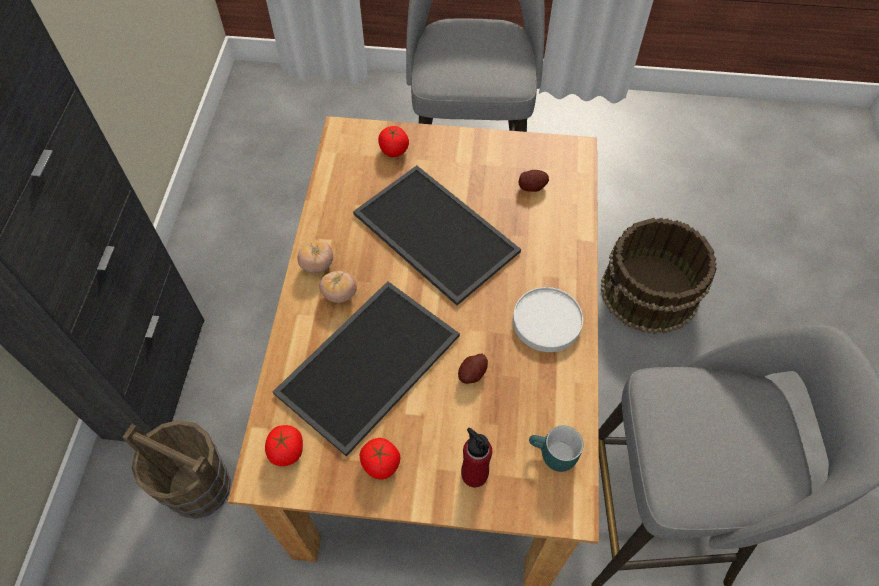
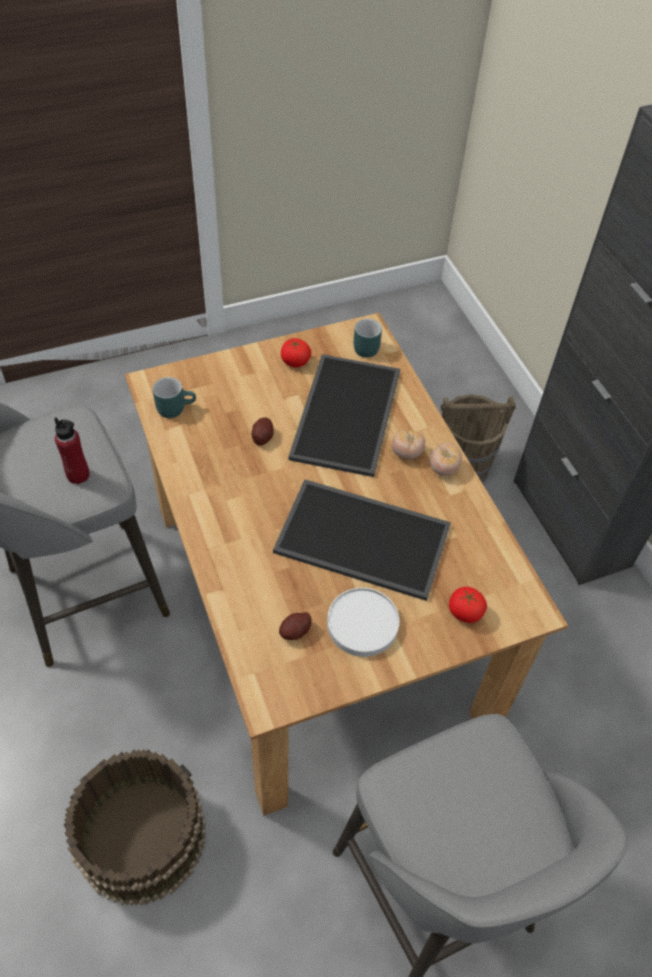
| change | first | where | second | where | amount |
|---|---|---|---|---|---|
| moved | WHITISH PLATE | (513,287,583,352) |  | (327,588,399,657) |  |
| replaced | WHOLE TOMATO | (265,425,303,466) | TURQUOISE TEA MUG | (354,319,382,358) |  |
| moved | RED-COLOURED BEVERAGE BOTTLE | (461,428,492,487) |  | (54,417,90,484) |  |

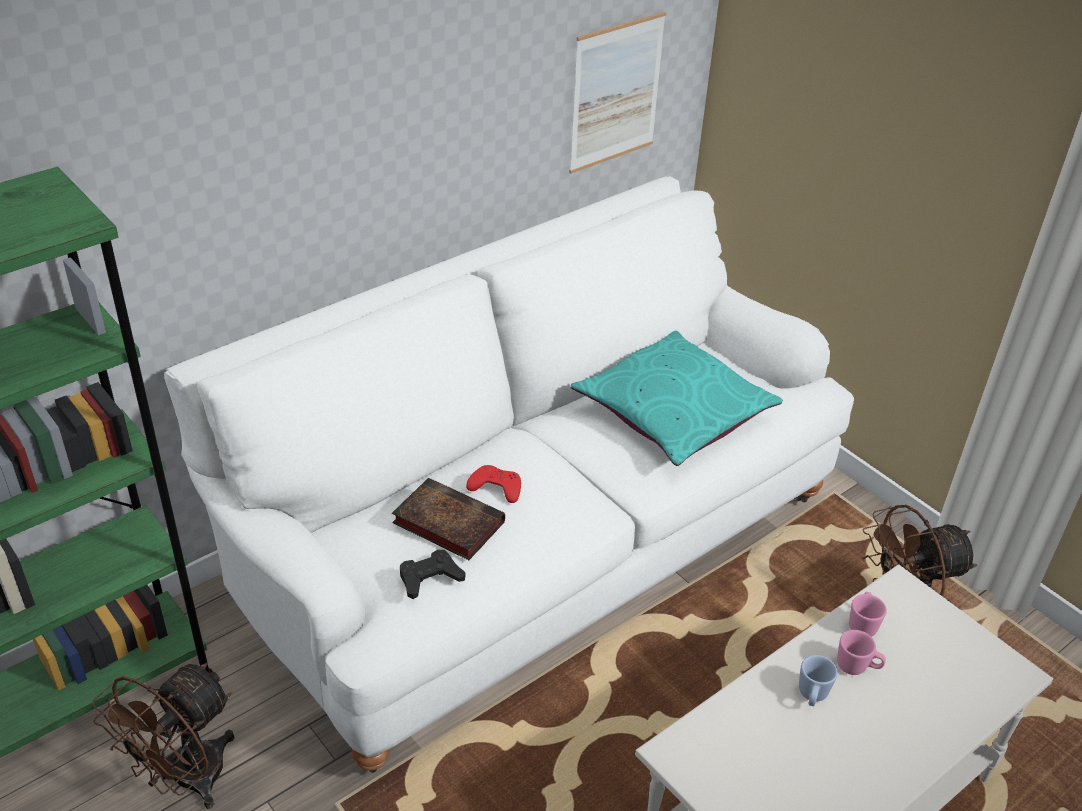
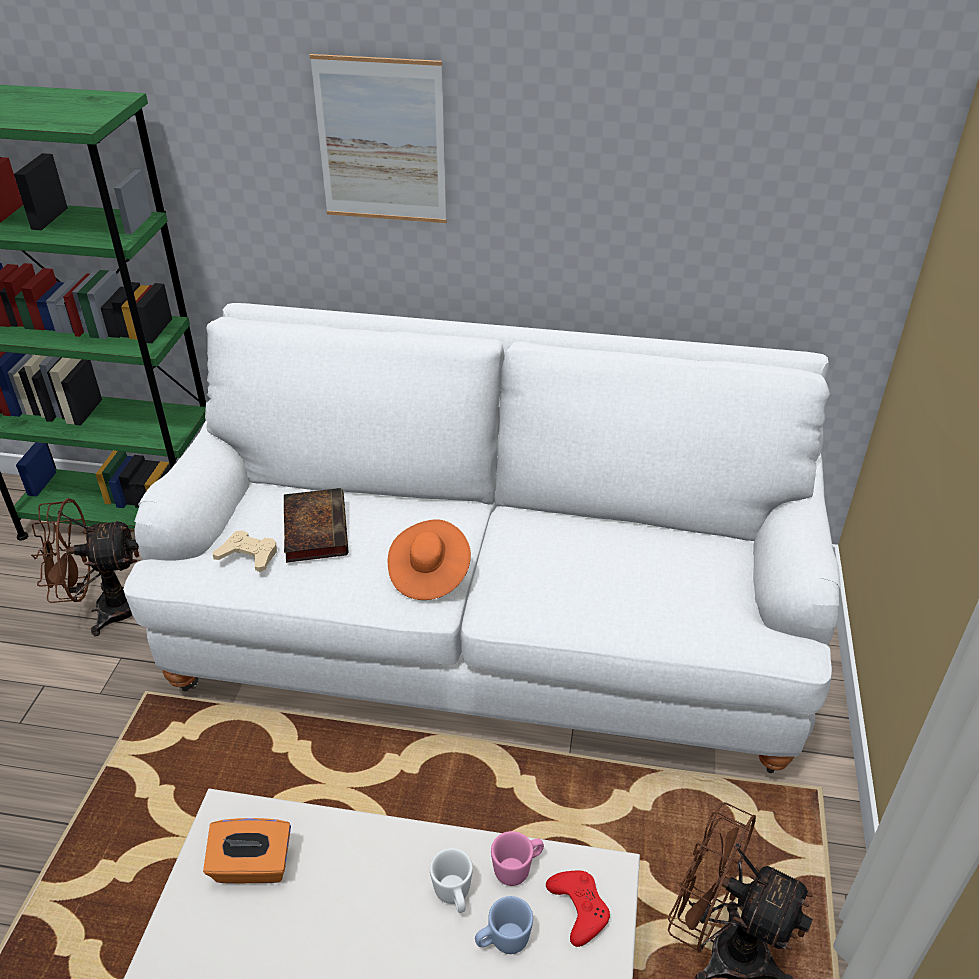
| change | first | where | second | where | amount |
|---|---|---|---|---|---|
| moved | PICTURE | (569,12,667,174) |  | (310,54,447,223) |  |
| removed | TURQUOISE PILLOW | (571,330,783,466) |  |  |  |
| moved | RED-COLOURED JOYPAD | (466,465,521,503) |  | (546,871,610,947) |  |
| recoloured | BLACK-COLOURED JOYPAD | (400,550,466,599) | BEIGE JOYPAD | (213,531,277,572) |  |
| recoloured | PINK TEA MUG | (837,630,886,675) | WHITISH TEA MUG | (430,848,473,913) |  |
| moved | BLUE-COLOURED TEA MUG | (799,655,838,706) |  | (475,896,533,954) |  |
| added |  |  | ORANGE HAT | (388,519,471,600) |  |
| added |  |  | ORANGE BOX OF TISSUES | (203,818,291,884) |  |

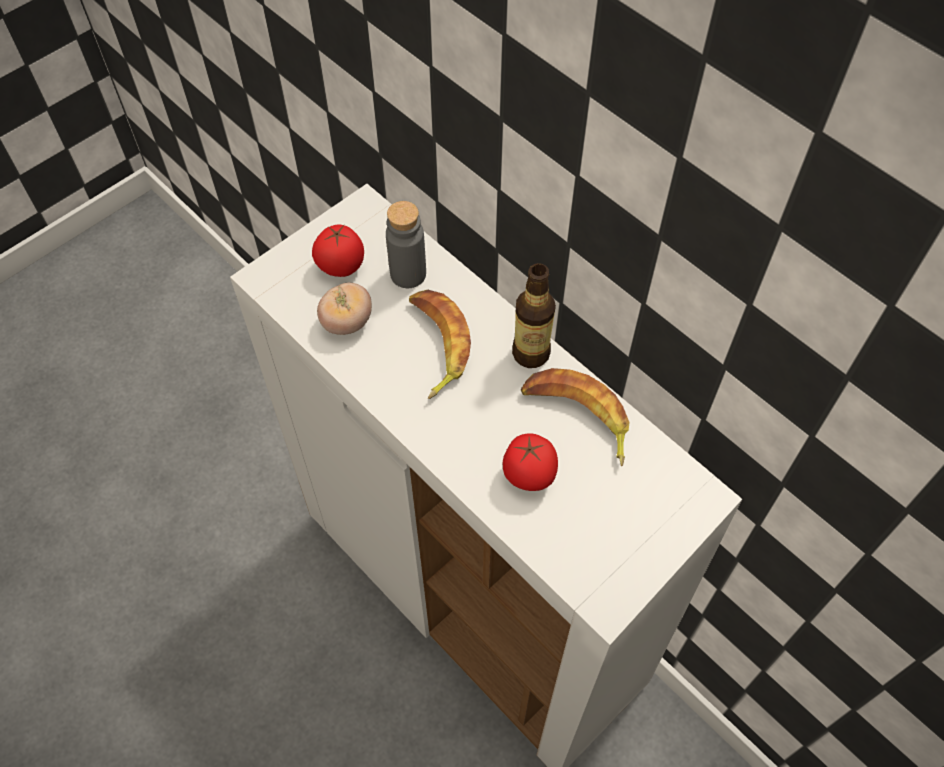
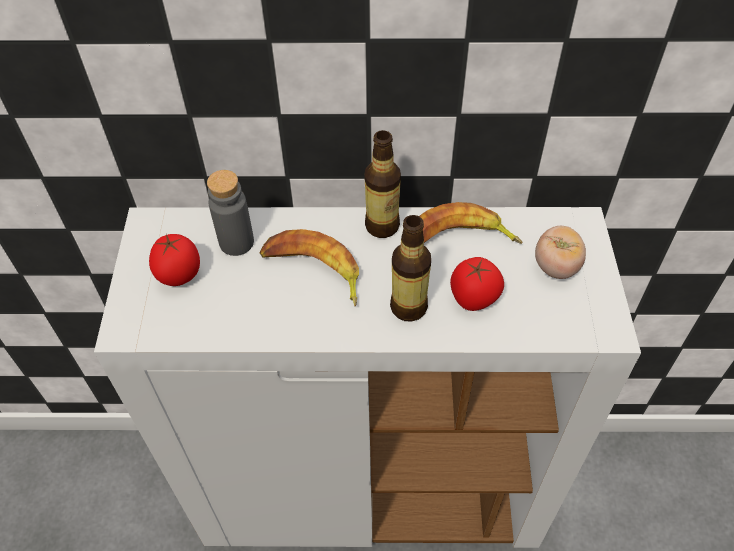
| change | first | where | second | where | amount |
|---|---|---|---|---|---|
| moved | WHOLE TOMATO | (317,283,372,335) |  | (535,226,586,279) |  |
| added |  |  | BEVERAGE BOTTLE | (390,215,431,322) |  |

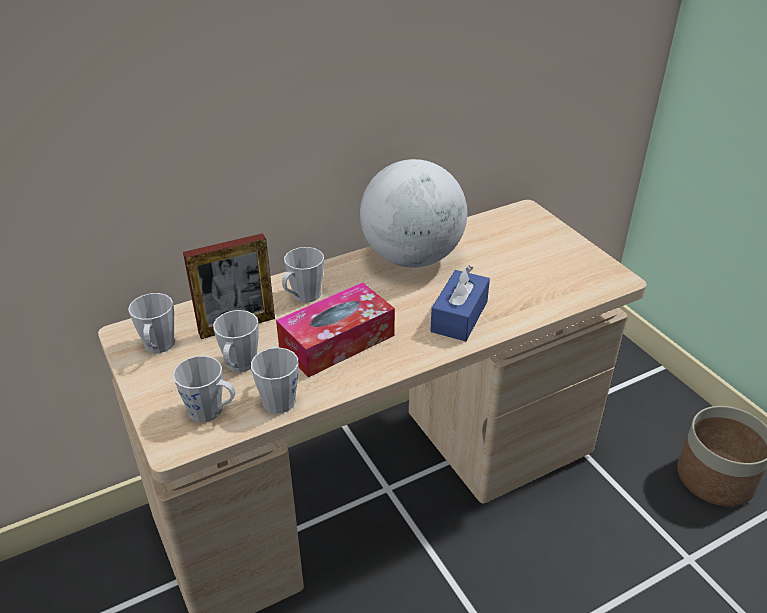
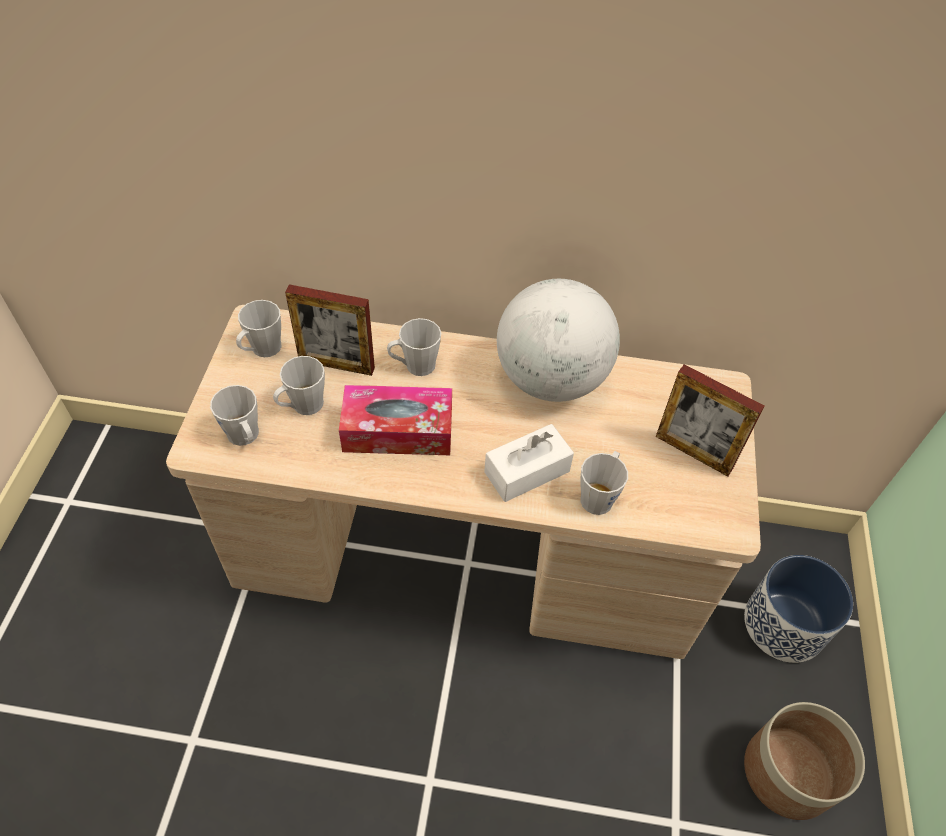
| change | first | where | second | where | amount |
|---|---|---|---|---|---|
| recoloured | BLUE-COLOURED BOX OF TISSUES | (430,265,490,341) | WHITISH BOX OF TISSUES | (484,424,574,502) |  |
| moved | GREY TEA MUG | (251,346,299,414) |  | (580,451,628,515) |  |
| added |  |  | PHOTO FRAME | (656,364,764,477) |  |
| added |  |  | PLANT POT | (744,555,853,663) |  |

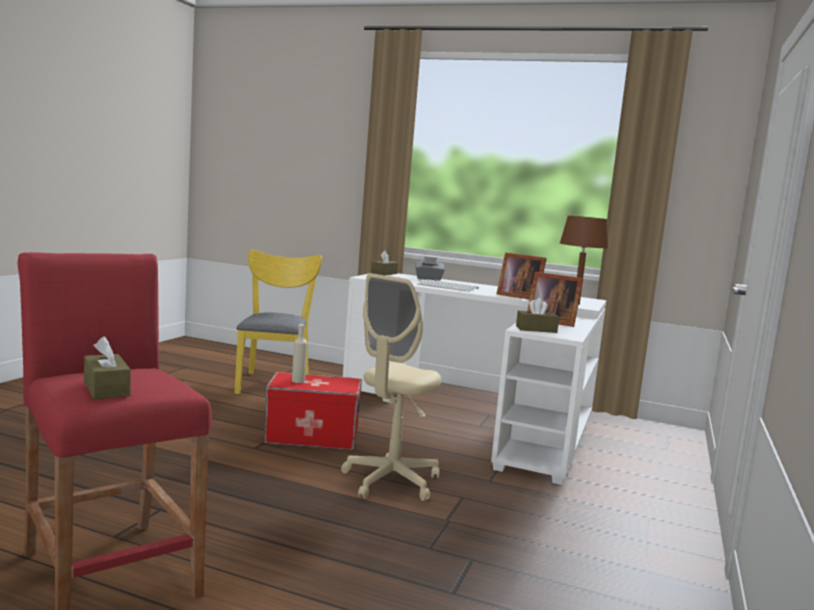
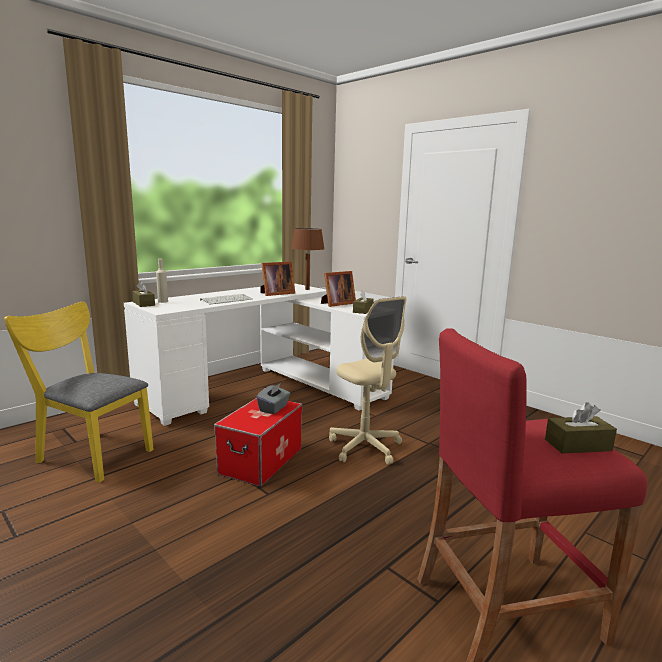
| change | first | where | second | where | amount |
|---|---|---|---|---|---|
| moved | GREY BOX OF TISSUES | (415,256,445,280) |  | (256,383,290,414) |  |
| moved | BEIGE BEVERAGE BOTTLE | (292,324,307,383) |  | (156,259,168,303) |  |

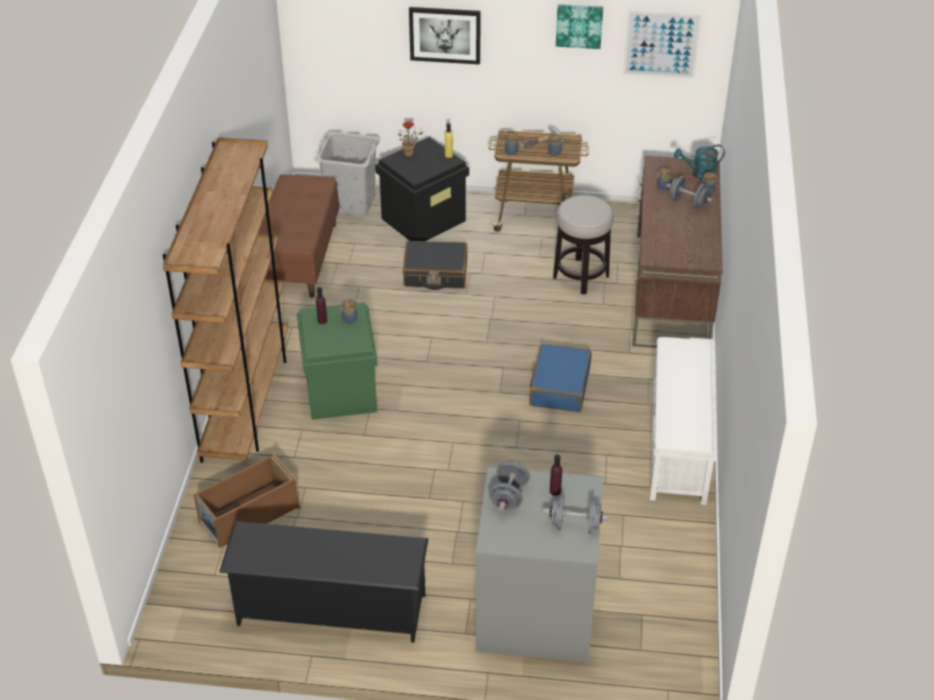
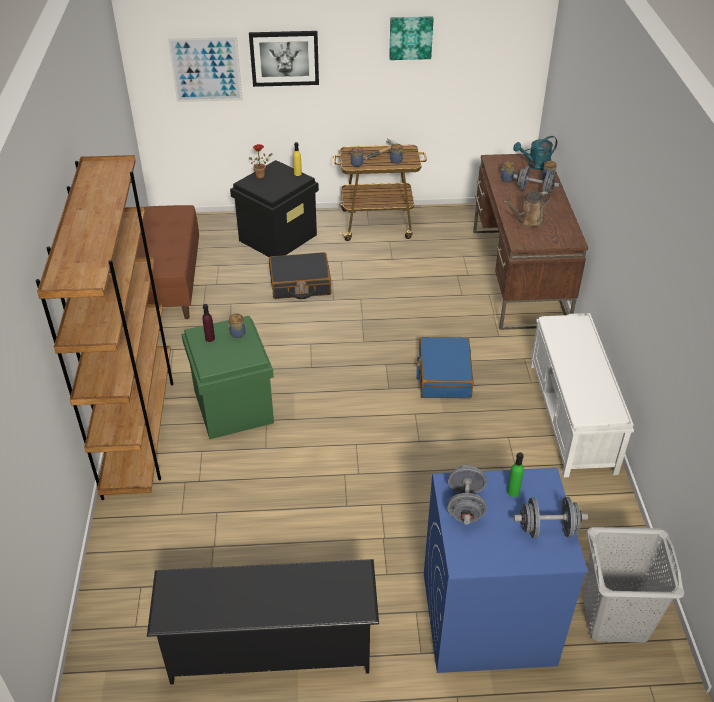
| change | first | where | second | where | amount |
|---|---|---|---|---|---|
| moved | PICTURE | (623,10,702,79) |  | (168,36,243,102) |  |
| moved | GREY WASHING BASKET | (315,131,380,217) |  | (583,527,684,643) |  |
| removed | SITTING STOOL | (553,195,614,294) |  |  |  |
| removed | BROWNISH STORAGE CONTAINER | (194,452,300,548) |  |  |  |
| recoloured | PURPLE-COLOURED BEVERAGE BOTTLE | (550,454,562,496) | GREEN-COLOURED BEVERAGE BOTTLE | (507,452,524,497) |  |
| recoloured | GREY LAUNDRY APPLIANCE | (475,467,603,662) | BLUE-COLOURED LAUNDRY APPLIANCE | (424,468,588,673) |  |
| added |  |  | BROWNISH WATERING CAN | (503,191,551,227) |  |

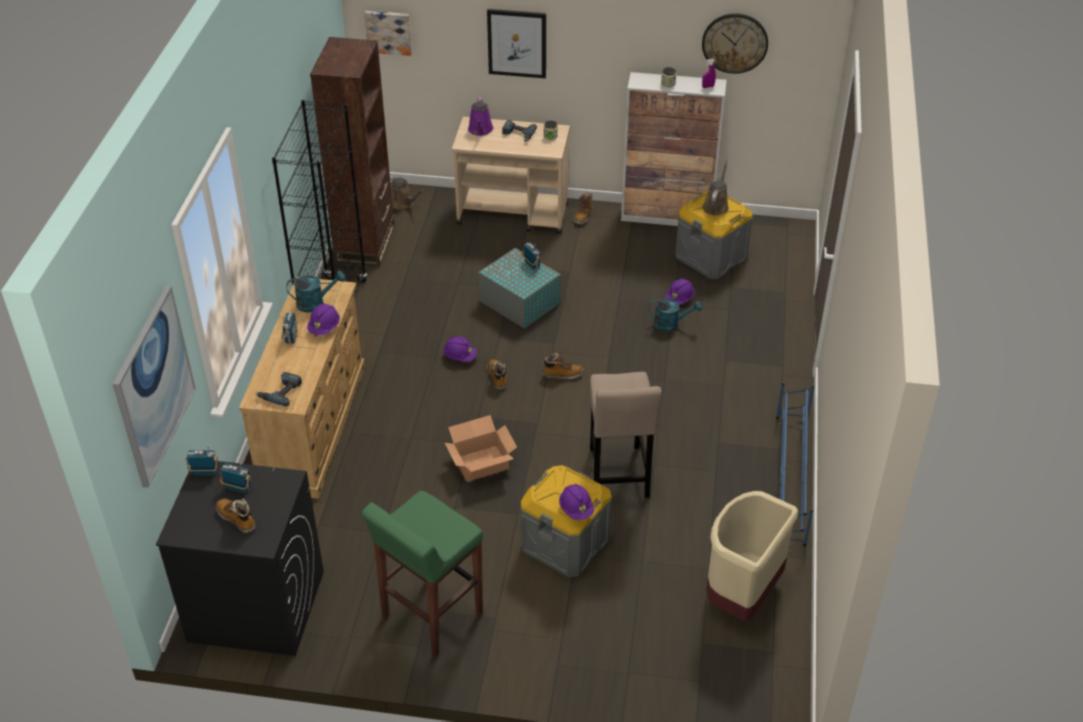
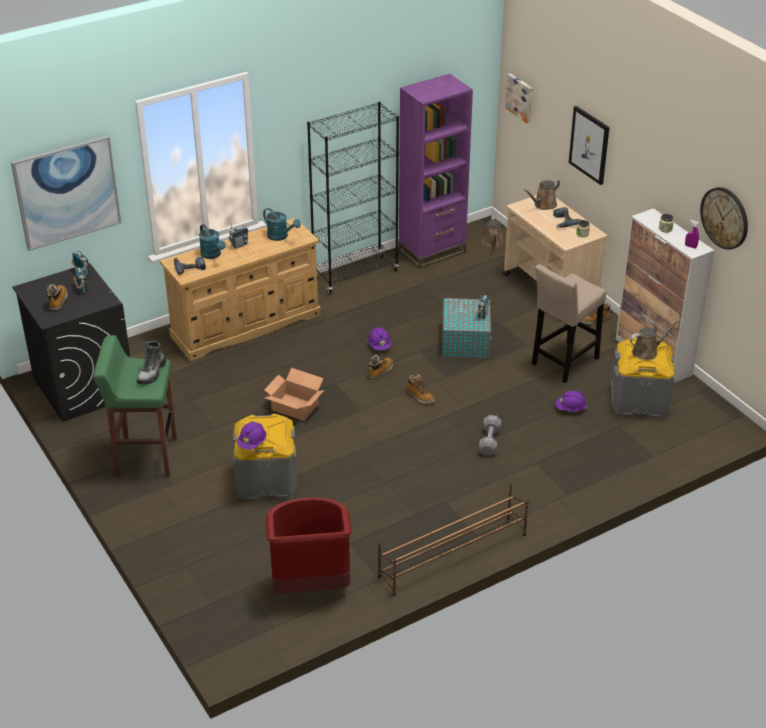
| change | first | where | second | where | amount |
|---|---|---|---|---|---|
| recoloured | BROWNISH BOOKSHELF | (310,37,395,266) | PURPLE-COLOURED BOOKSHELF | (399,74,473,269) |  |
| recoloured | PURPLE-COLOURED WATERING CAN | (468,98,494,136) | BROWNISH WATERING CAN | (524,179,560,210) |  |
| moved | TURQUOISE WATERING CAN | (649,298,702,332) |  | (199,224,226,259) |  |
| removed | PURPLE-COLOURED WORK HELMET | (307,304,340,335) |  |  |  |
| moved | BEIGE SITTING STOOL | (590,372,662,498) |  | (532,264,606,383) |  |
| recoloured | BLUE-COLOURED SHOE RACK | (776,382,814,546) | BROWNISH SHOE RACK | (378,484,529,596) |  |
| recoloured | BEIGE WASTE BIN | (706,491,798,622) | RED-COLOURED WASTE BIN | (265,497,352,593) |  |
| added |  |  | TALL BOOT | (137,341,167,385) |  |
| added |  |  | GREY DUMBBELL | (479,415,501,456) |  |

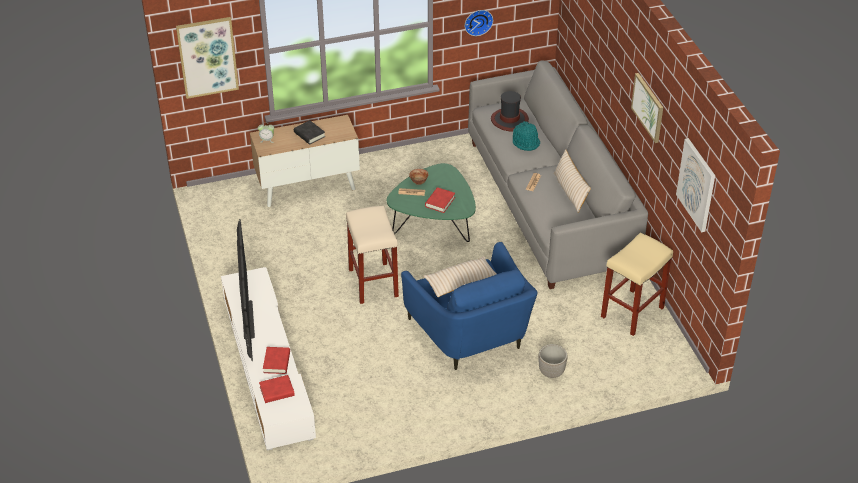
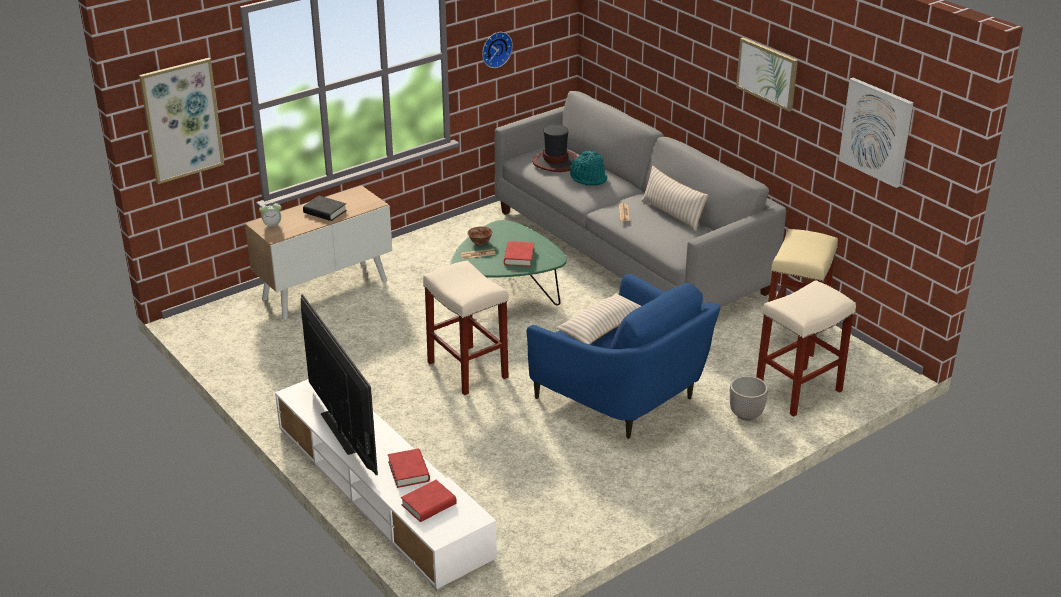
| change | first | where | second | where | amount |
|---|---|---|---|---|---|
| added |  |  | BEIGE SITTING STOOL | (756,280,856,417) |  |

